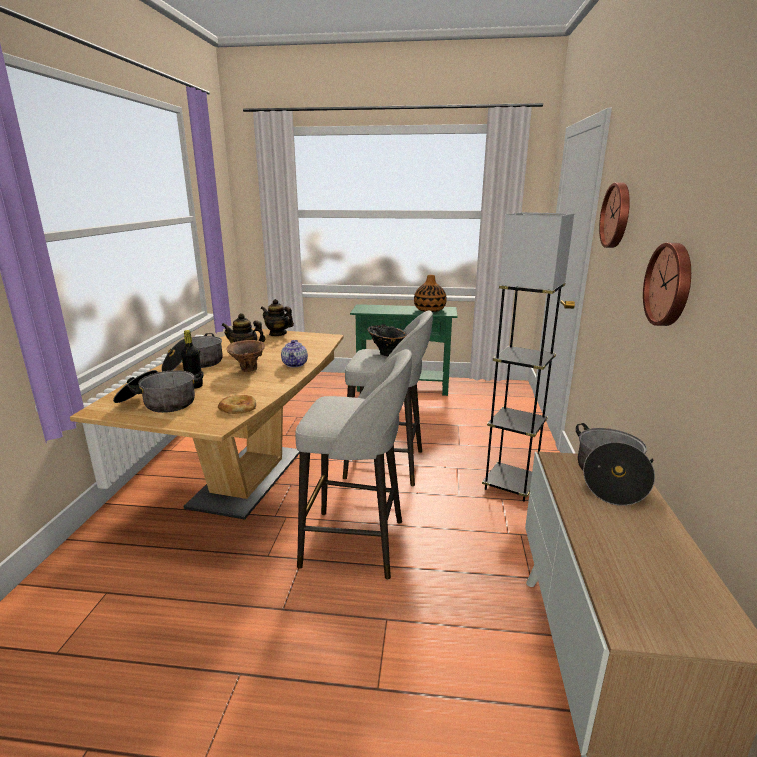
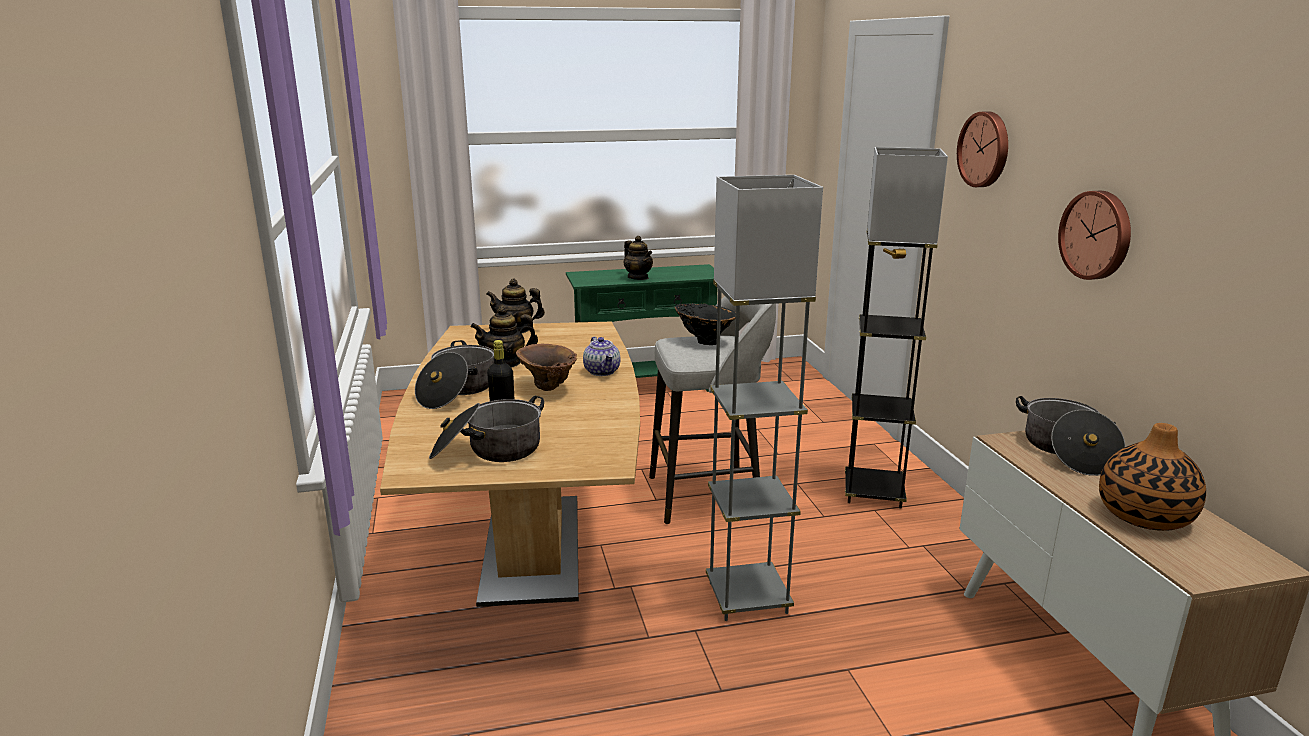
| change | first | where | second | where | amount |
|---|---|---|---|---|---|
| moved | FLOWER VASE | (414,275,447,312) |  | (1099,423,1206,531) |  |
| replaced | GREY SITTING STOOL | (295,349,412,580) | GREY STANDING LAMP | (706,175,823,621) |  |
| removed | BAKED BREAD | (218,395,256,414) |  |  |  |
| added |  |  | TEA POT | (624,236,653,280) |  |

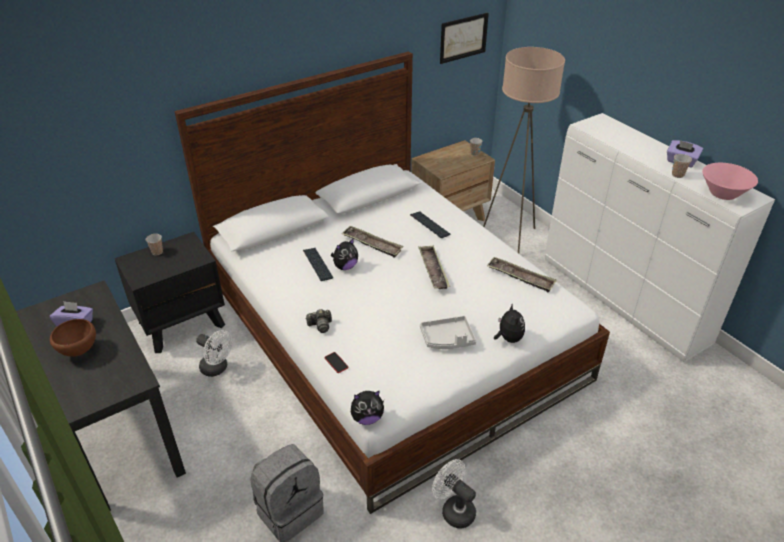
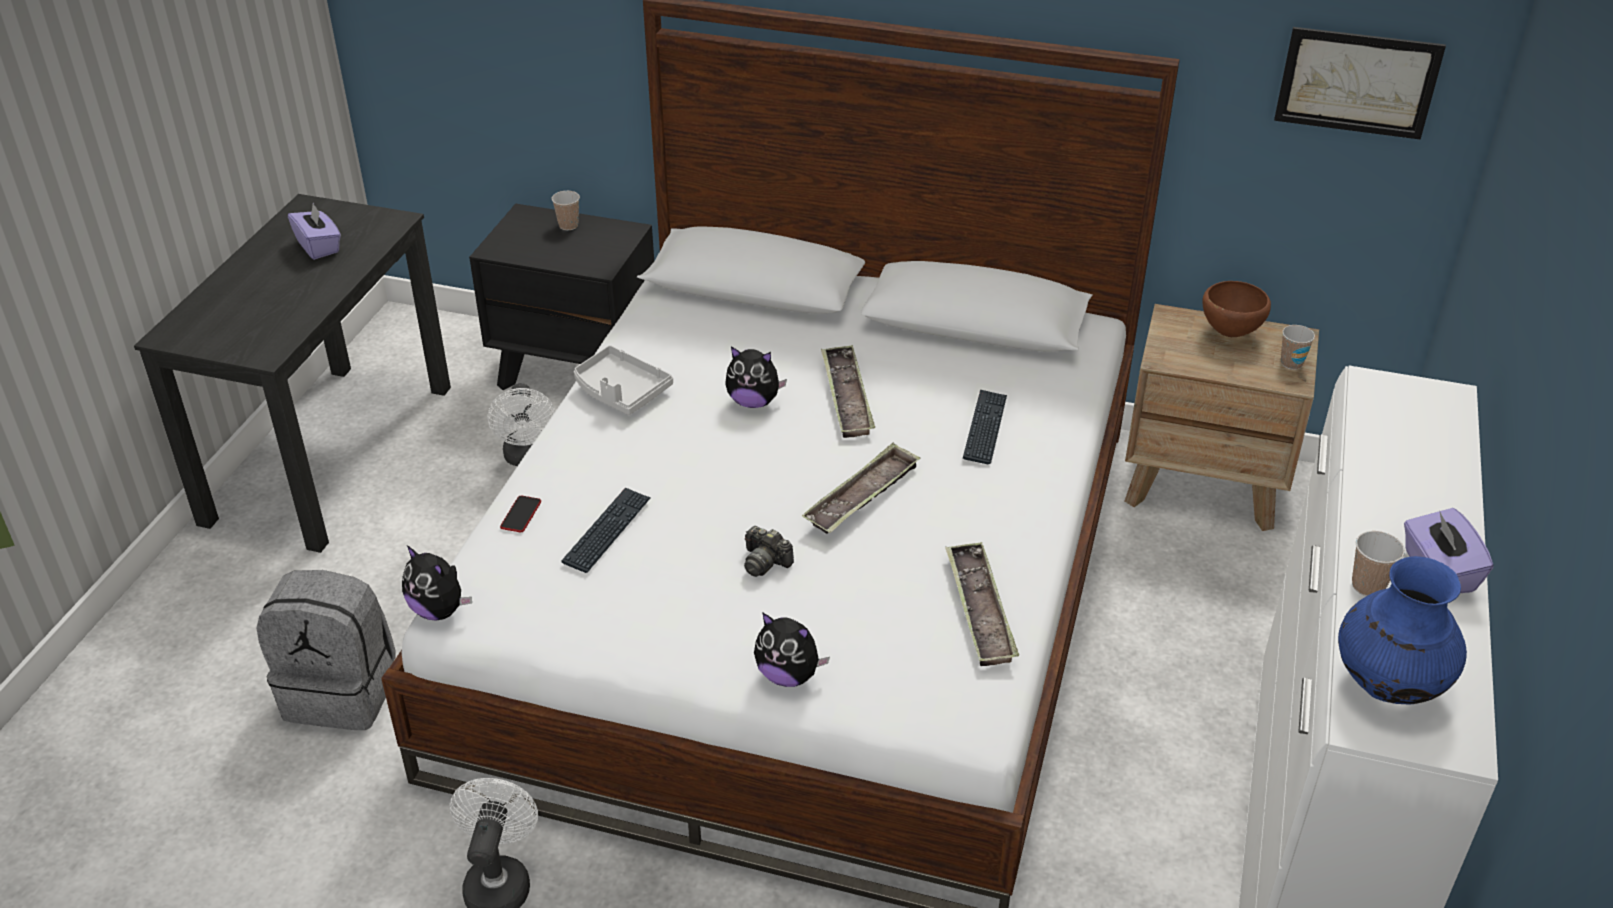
| change | first | where | second | where | amount |
|---|---|---|---|---|---|
| removed | BEIGE STANDING LAMP | (483,47,565,253) |  |  |  |
| replaced | PINK DEEP DISH | (702,163,758,200) | BLUE-COLOURED FLOWER VASE | (1338,556,1467,705) |  |
| moved | KEYBOARD | (303,248,333,281) |  | (561,488,651,573) |  |
| turned | CUDDLY TOY | (494,303,525,343) |  | (754,612,830,687) | 75 degrees clockwise |
| moved | STILL CAMERA | (306,309,332,333) |  | (744,526,794,577) |  |
| moved | GREY SERVING TRAY | (420,316,476,349) |  | (574,345,673,415) |  |
| moved | BROWNISH DEEP DISH | (50,319,96,357) |  | (1202,281,1271,337) |  |

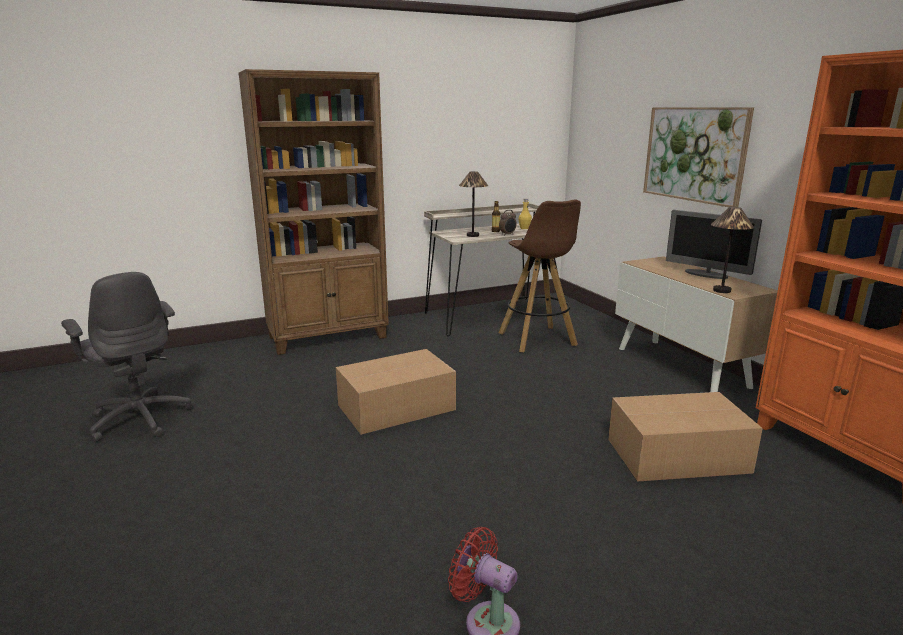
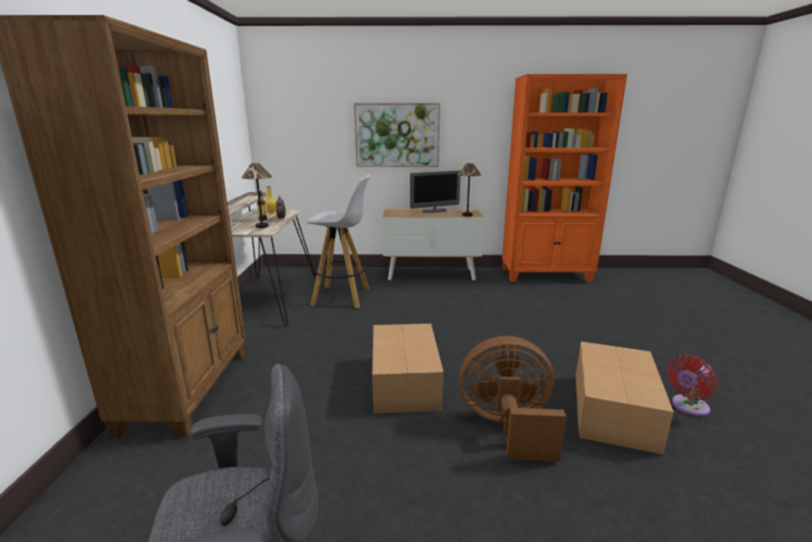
| change | first | where | second | where | amount |
|---|---|---|---|---|---|
| recoloured | BROWNISH SITTING STOOL | (499,199,581,353) | WHITISH SITTING STOOL | (307,174,371,308) |  |
| moved | CARDBOARD BOX | (608,392,763,482) |  | (575,341,674,455) |  |
| added |  |  | BROWNISH FAN | (459,336,567,462) |  |

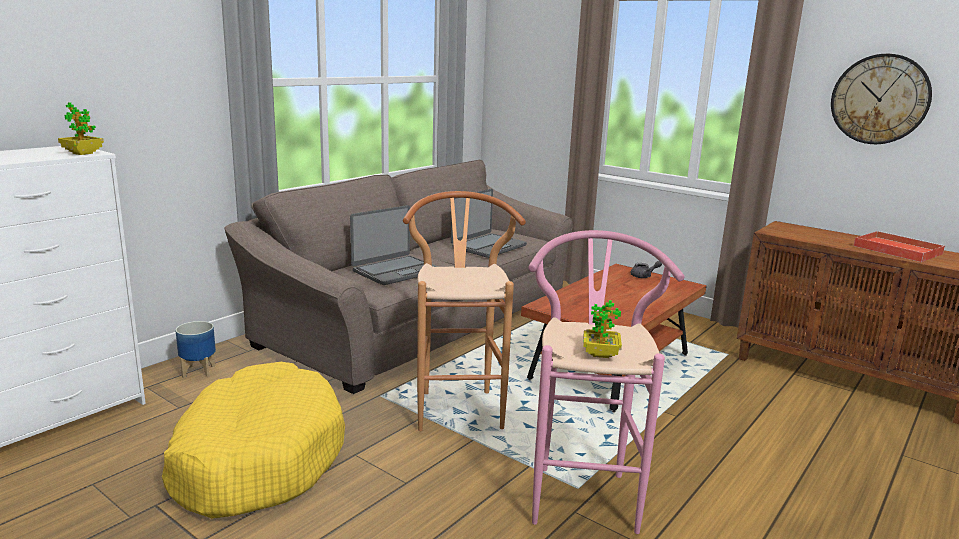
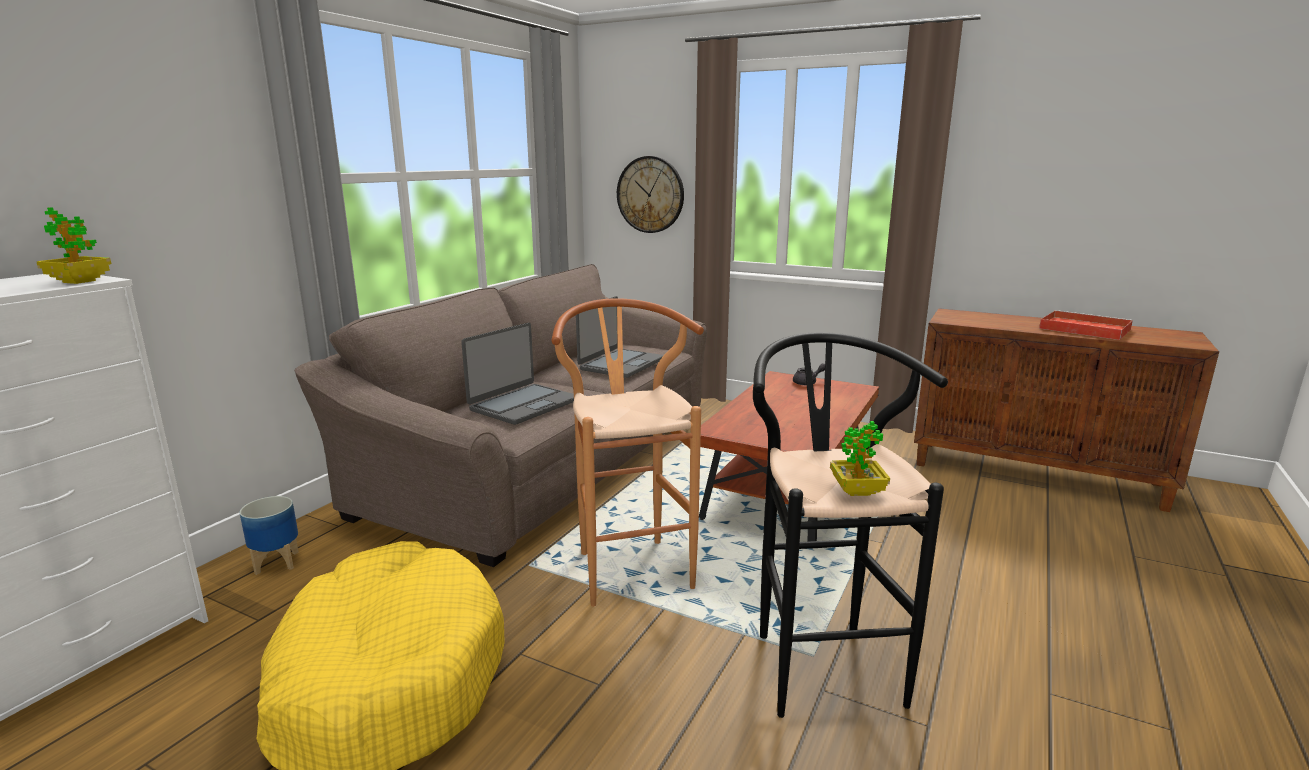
| change | first | where | second | where | amount |
|---|---|---|---|---|---|
| moved | HANGING CLOCK | (831,54,932,144) |  | (617,156,684,233) |  |
| recoloured | PINK SITTING STOOL | (528,230,684,534) | BLACK-COLOURED SITTING STOOL | (753,332,948,718) |  |

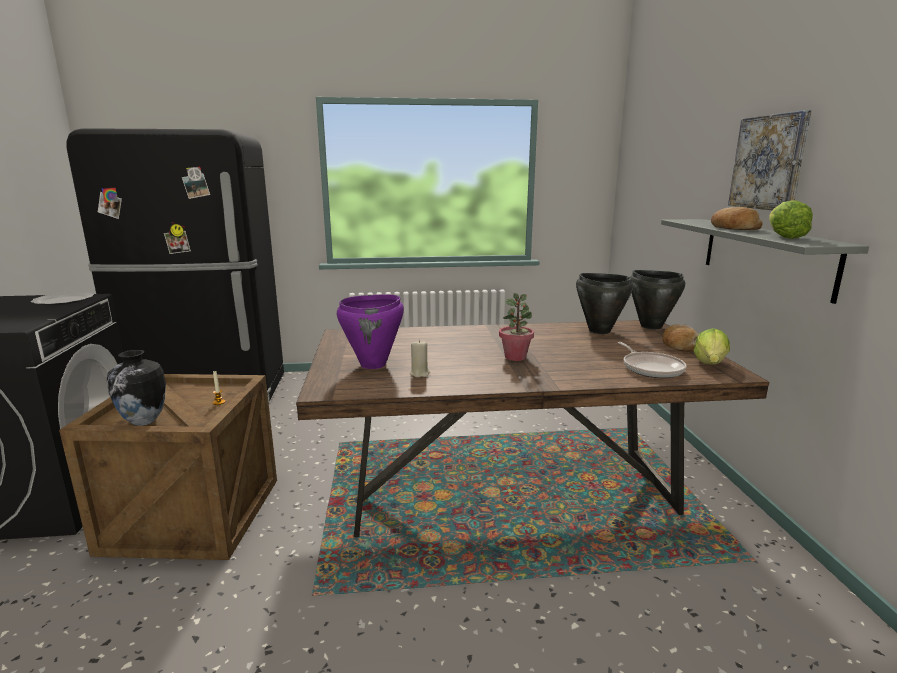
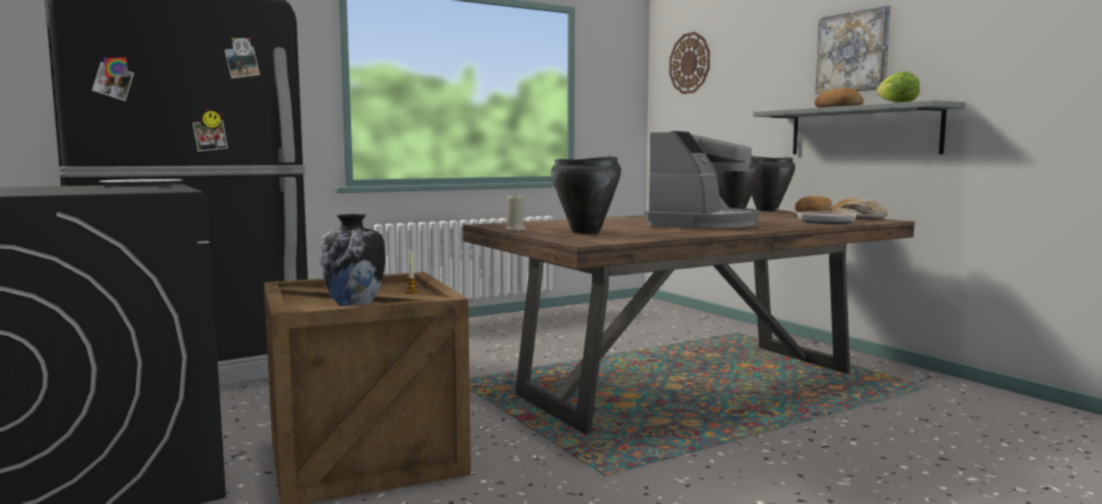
| change | first | where | second | where | amount |
|---|---|---|---|---|---|
| replaced | PLANT IN A POT | (499,293,534,361) | COFFEE MACHINE | (644,131,759,229) |  |
| recoloured | PURPLE-COLOURED SAUCEPOT | (337,295,404,369) | BLACK-COLOURED SAUCEPOT | (551,156,621,234) |  |
| replaced | LETTUCE HEAD | (693,328,730,365) | BAKED BREAD | (832,198,888,219) |  |
| moved | BEIGE CANDLE | (410,340,430,377) |  | (505,193,527,231) |  |
| added |  |  | HANGING CLOCK | (669,32,710,94) |  |

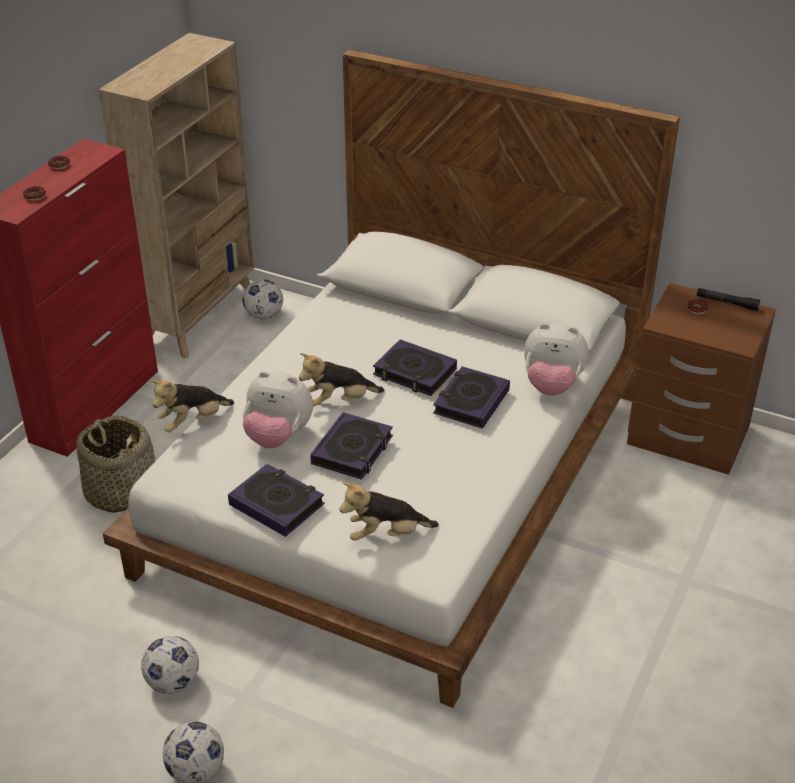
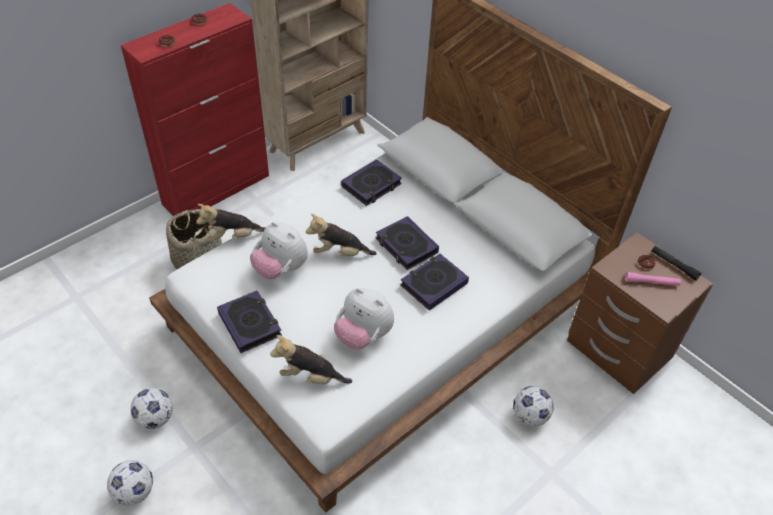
| change | first | where | second | where | amount |
|---|---|---|---|---|---|
| moved | FOOTBALL | (242,279,283,320) |  | (513,386,554,426) |  |
| moved | CUDDLY TOY | (524,323,588,396) |  | (334,288,394,349) |  |
| moved | BOUND BOOK | (310,412,393,480) |  | (341,159,402,206) |  |
| added |  |  | PINK TORCH | (625,272,681,286) |  |

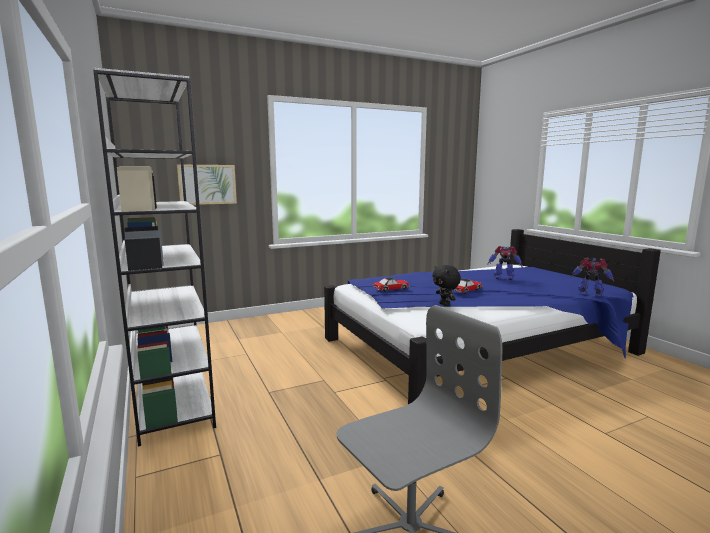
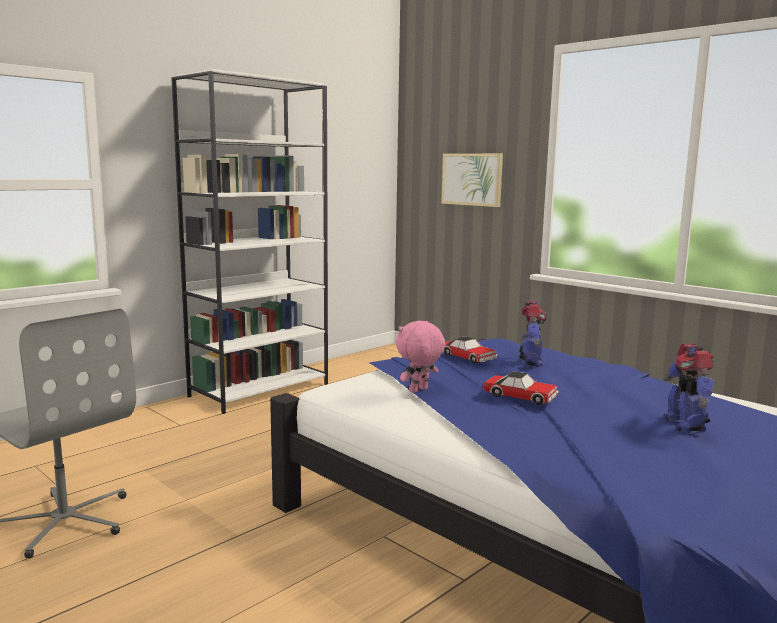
| change | first | where | second | where | amount |
|---|---|---|---|---|---|
| moved | MODEL ROBOT | (571,257,614,297) |  | (519,301,547,367) |  |
| recoloured | BLACK-COLOURED CUDDLY TOY | (432,265,461,307) | PINK CUDDLY TOY | (396,321,445,393) |  |

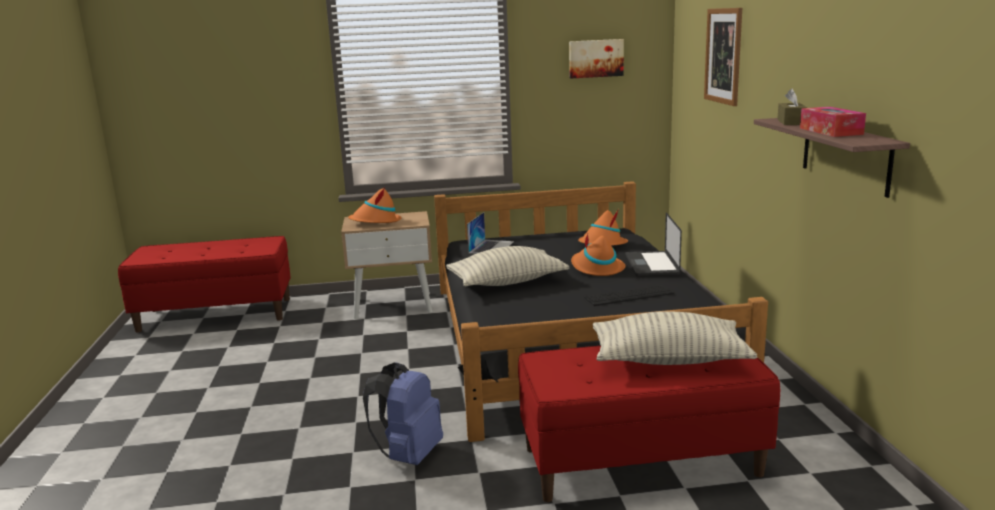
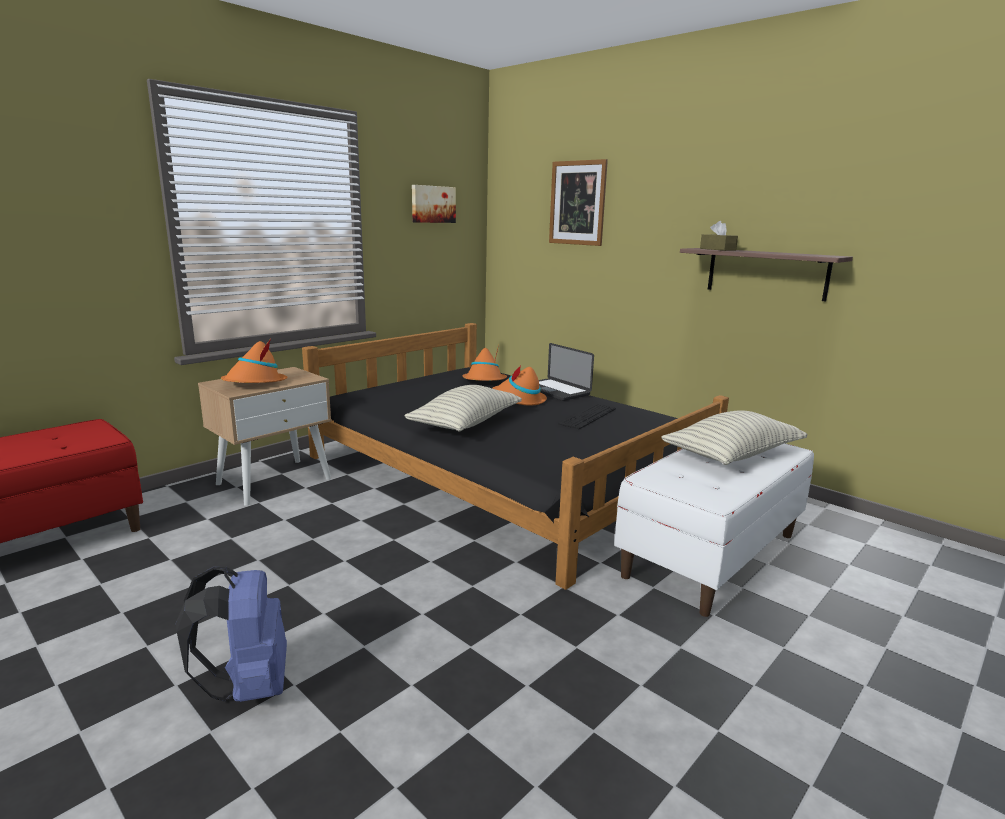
| change | first | where | second | where | amount |
|---|---|---|---|---|---|
| removed | BOX OF TISSUES | (800,107,866,137) |  |  |  |
| removed | LAPTOP | (467,212,514,254) |  |  |  |
| recoloured | RED-COLOURED LONG SEAT | (518,346,780,502) | WHITISH LONG SEAT | (614,443,814,617) |  |
| moved | BLUE-COLOURED RUCKSACK | (363,362,443,465) |  | (176,567,287,702) |  |

